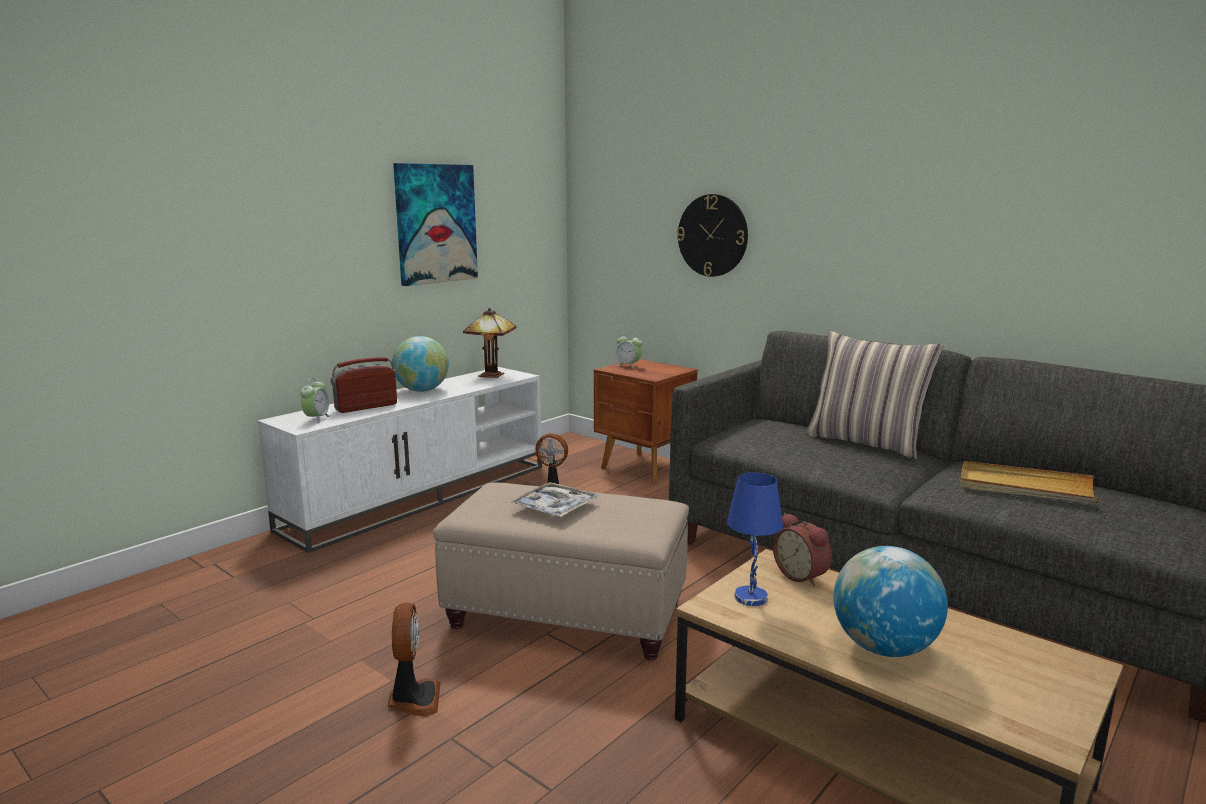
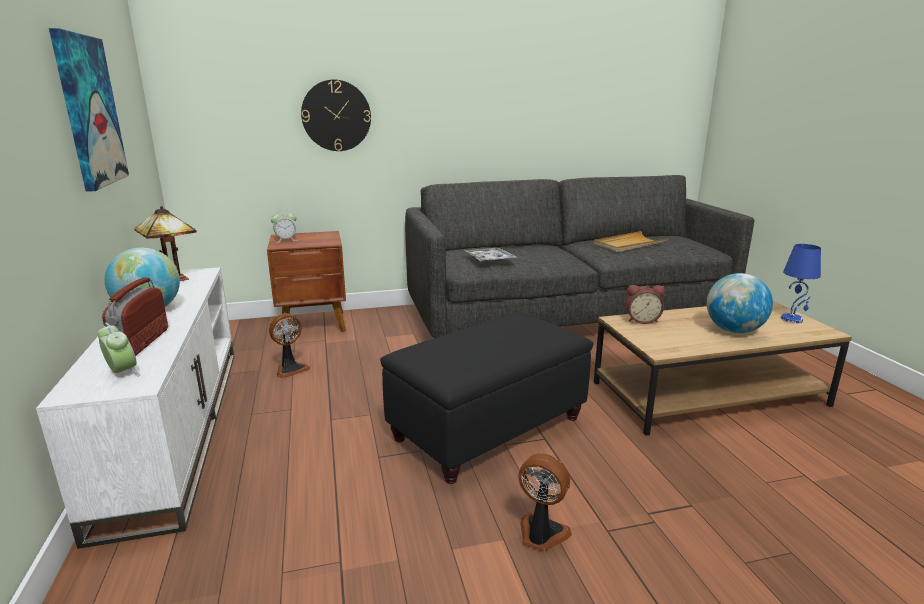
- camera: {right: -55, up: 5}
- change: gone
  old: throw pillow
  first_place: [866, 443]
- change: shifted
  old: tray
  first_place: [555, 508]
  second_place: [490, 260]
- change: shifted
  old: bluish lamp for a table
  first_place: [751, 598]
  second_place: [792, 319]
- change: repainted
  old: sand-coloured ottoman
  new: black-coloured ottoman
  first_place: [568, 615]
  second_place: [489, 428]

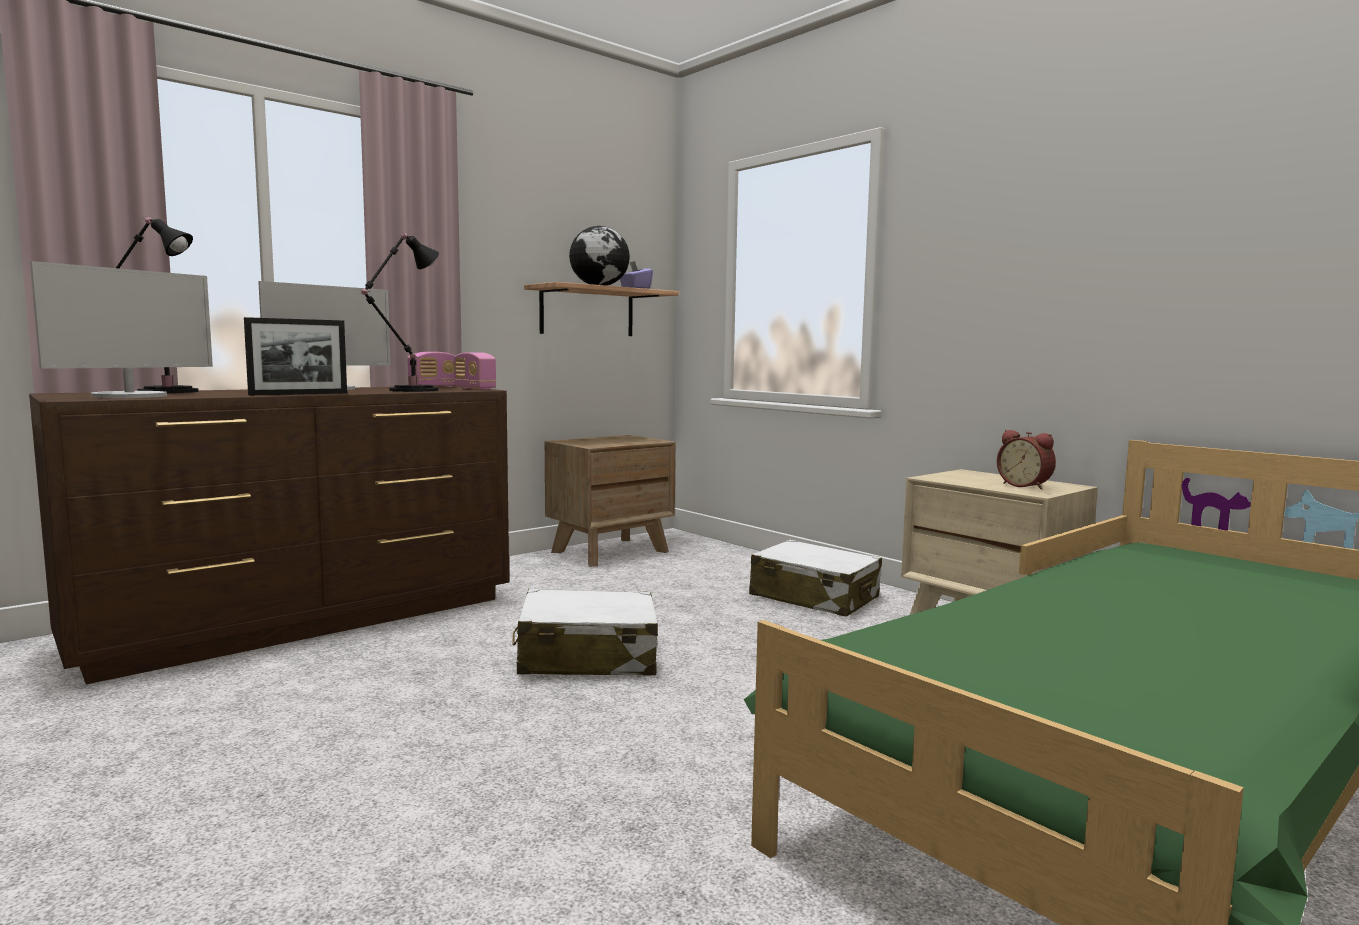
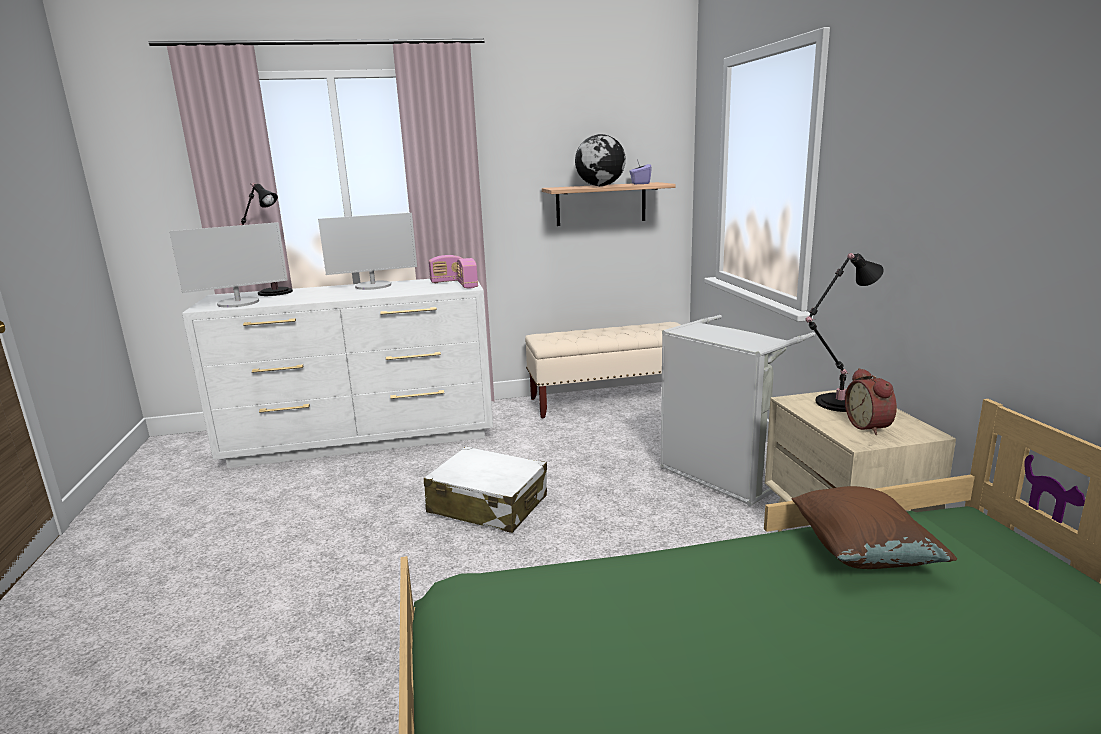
- camera: {right: 30, up: 10}
- change: gone
  old: picture frame
  first_place: [299, 394]
- change: new
  new: brown throw pillow
  second_place: [862, 553]
- change: shifted
  old: black-coloured lamp for a table
  first_place: [409, 390]
  second_place: [836, 404]
- change: swapped
  old: brown nightstand
  new: sand-coloured indoor bench
  first_place: [610, 551]
  second_place: [610, 400]
- change: swapped
  old: whitish piece of luggage
  new: greyish washing basket
  first_place: [814, 597]
  second_place: [721, 477]
- change: repainted
  old: brown chest of drawers
  new: whitish chest of drawers
  first_place: [306, 621]
  second_place: [363, 439]

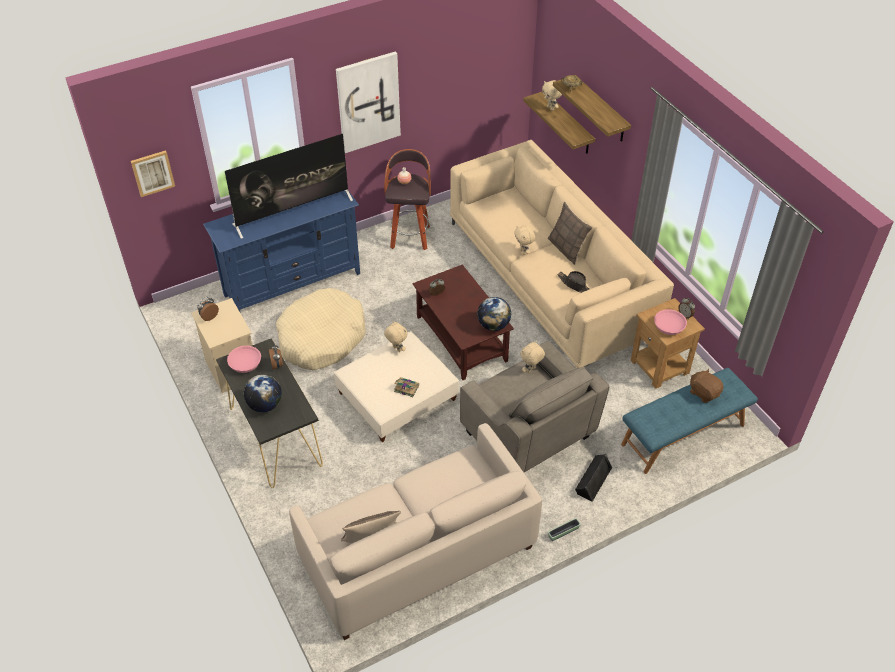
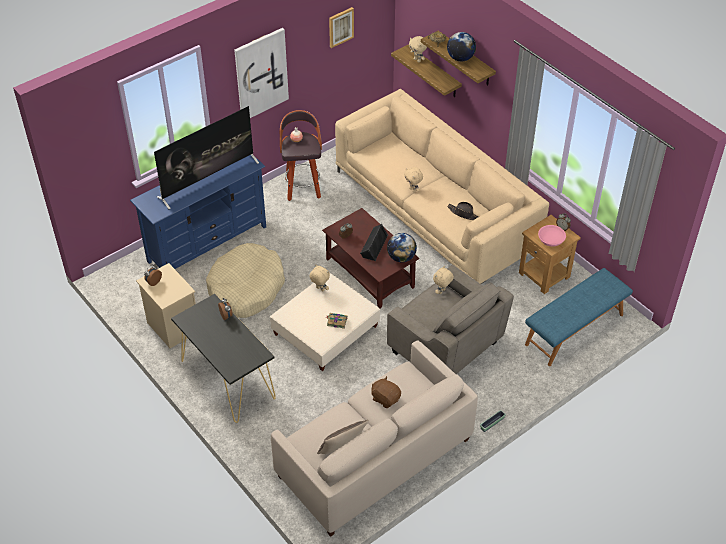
- camera: {right: -10, up: 0}
- change: gone
  old: pink serving bowl
  first_place: [245, 364]
- change: gone
  old: throw pillow
  first_place: [567, 249]
- change: shifted
  old: wall picture
  first_place: [152, 173]
  second_place: [340, 27]
- change: shifted
  old: globe
  first_place: [265, 405]
  second_place: [460, 58]
- change: shifted
  old: black-coloured audio speaker
  first_place: [592, 480]
  second_place: [373, 246]
- change: shifted
  old: brown soft toy
  first_place: [704, 392]
  second_place: [385, 398]

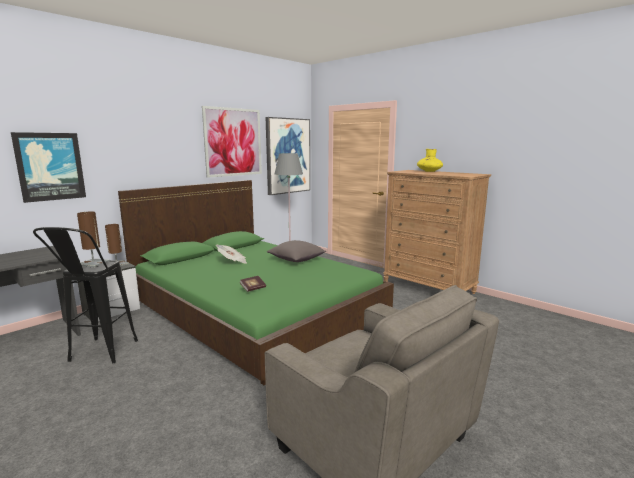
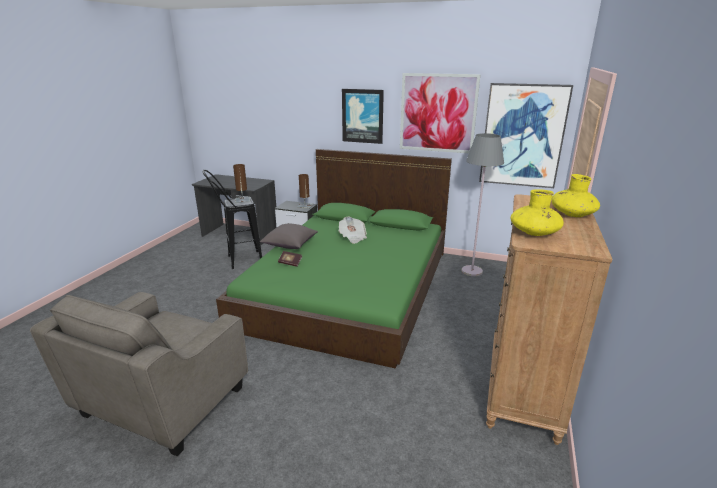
- camera: {right: 65, up: 10}
- change: new
  new: yellowish flower vase
  second_place: [534, 233]
- change: shifted
  old: wall picture
  first_place: [50, 166]
  second_place: [362, 116]
- change: shifted
  old: greyish throw pillow
  first_place: [296, 260]
  second_place: [289, 245]

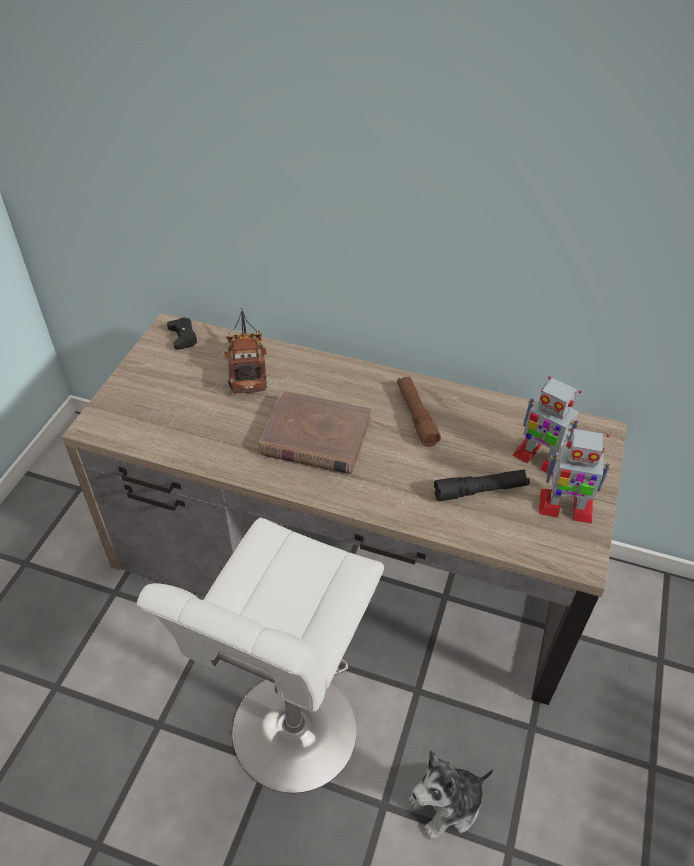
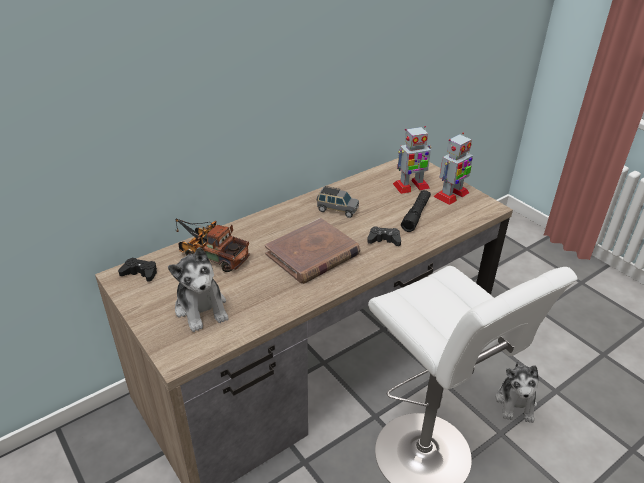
- camera: {right: -55, up: -10}
- change: new
  new: soft toy
  second_place: [202, 308]
- change: new
  new: black-coloured joypad
  second_place: [384, 240]
- change: swapped
  old: brown hand torch
  new: greyish model car
  first_place: [416, 415]
  second_place: [337, 210]

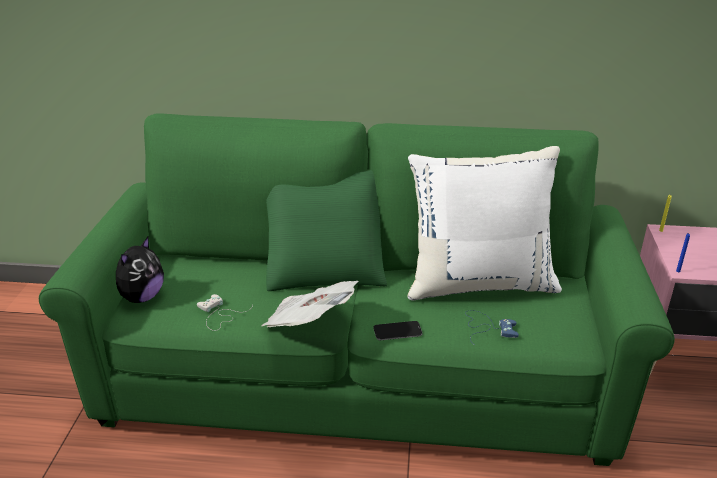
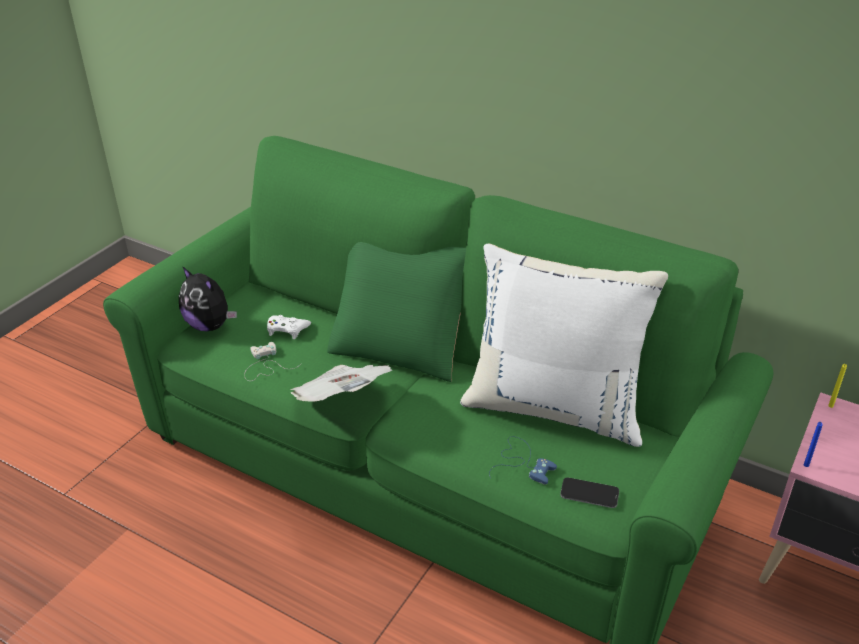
- camera: {right: 25, up: 5}
- change: new
  new: whitish joypad
  second_place: [287, 329]
- change: shifted
  old: phone
  first_place: [397, 331]
  second_place: [589, 494]
- change: rotated
  old: soft toy
  first_place: [141, 297]
  second_place: [210, 325]
  degrees: 75

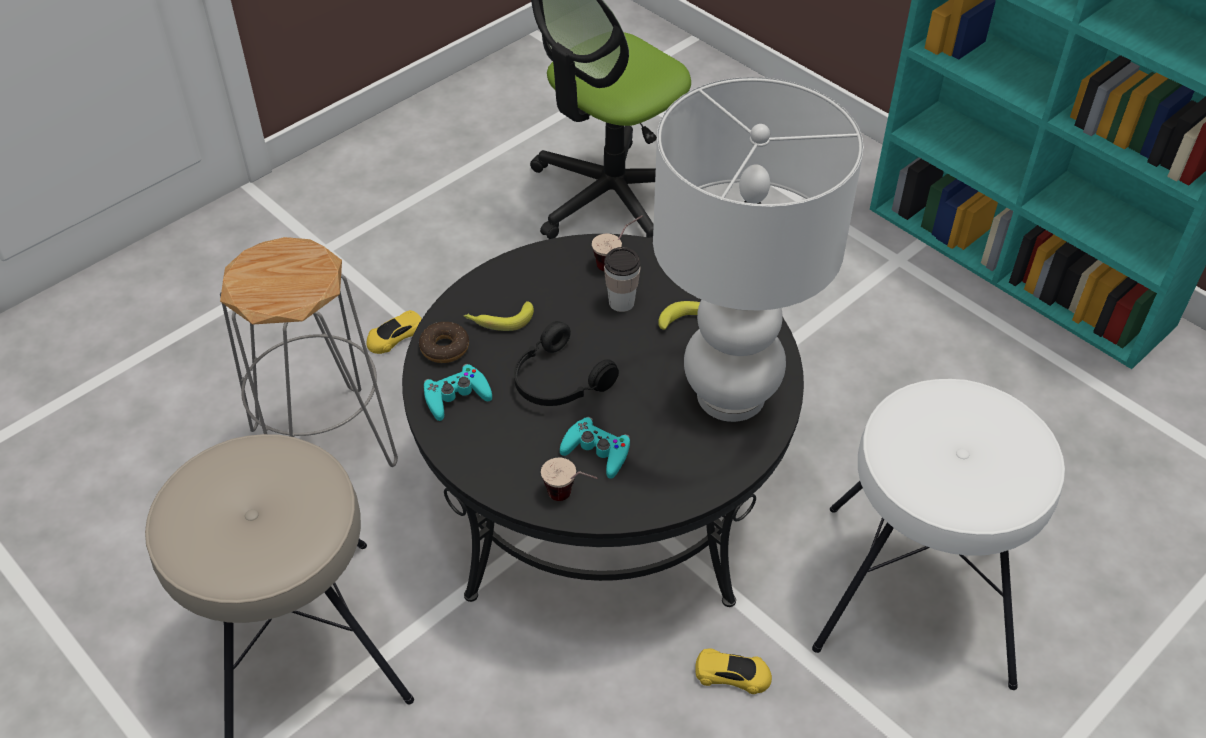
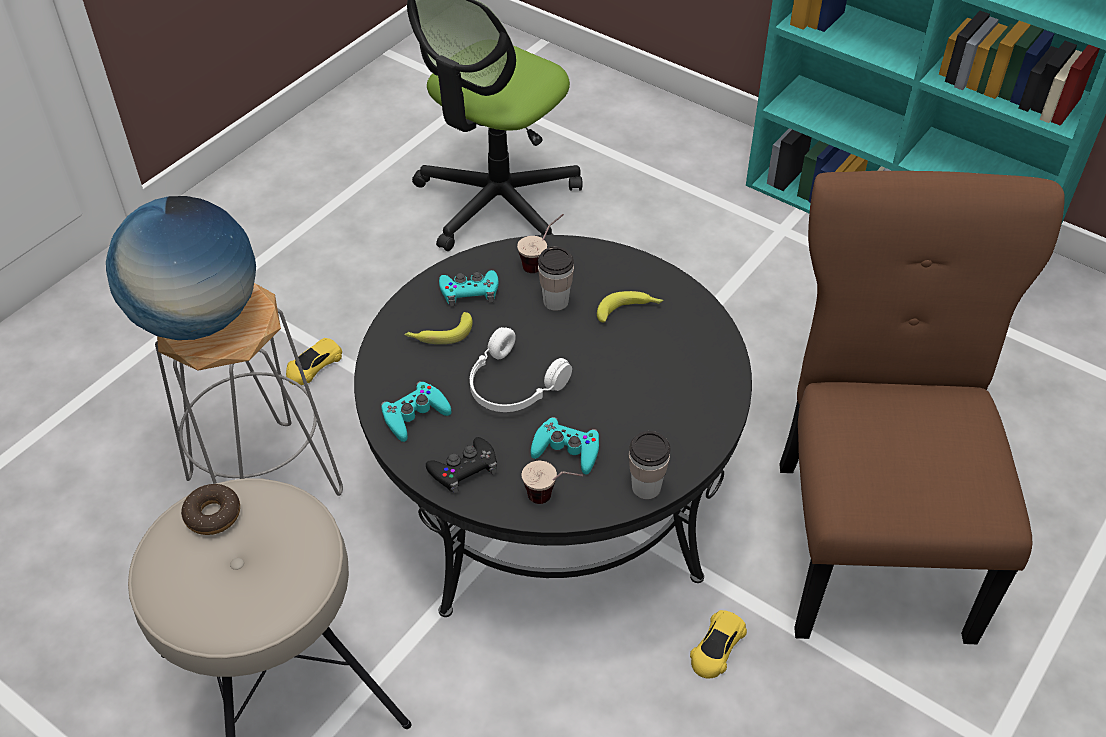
- camera: {right: -10, up: 0}
- change: gone
  old: whitish lamp for a table
  first_place: [732, 395]
- change: new
  new: globe
  second_place: [197, 318]
- change: new
  new: black-coloured joypad
  second_place: [464, 469]
- change: new
  new: blue-green joypad
  second_place: [469, 291]
- change: new
  new: small cup
  second_place: [646, 487]
- change: shifted
  old: donut
  first_place: [444, 348]
  second_place: [213, 515]
- change: swapped
  old: whitish stool seat
  new: brown upright chair
  first_place: [918, 590]
  second_place: [871, 539]
- change: repainted
  old: black-coloured headphones
  new: whitish headphones
  first_place: [558, 381]
  second_place: [512, 386]
- change: rotated
  old: yellowish model car
  first_place: [733, 674]
  second_place: [717, 647]
  degrees: 120

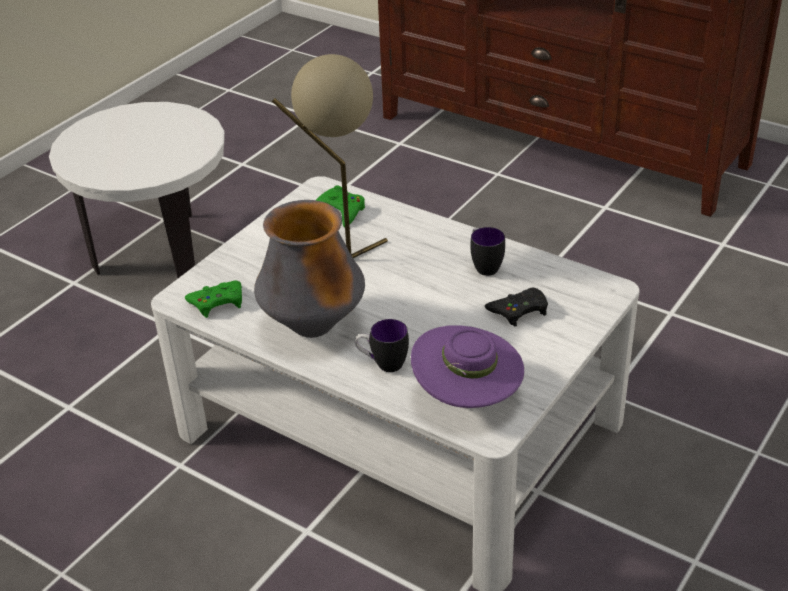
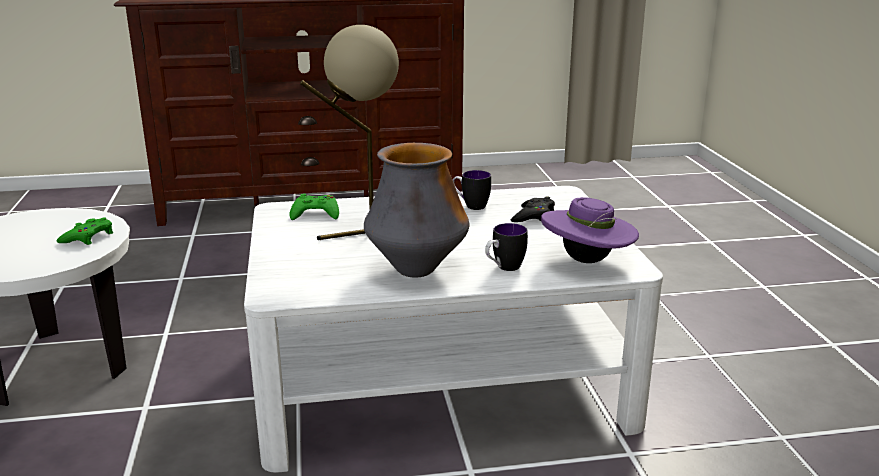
- camera: {right: -45, up: -15}
- change: shifted
  old: green-coloured joypad
  first_place: [217, 302]
  second_place: [88, 237]

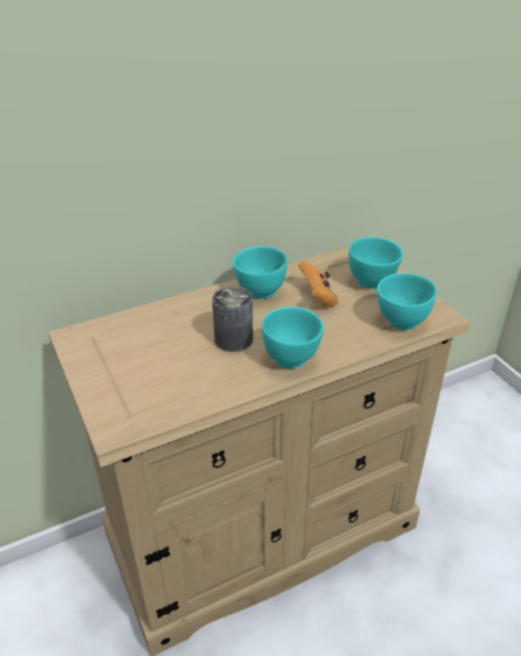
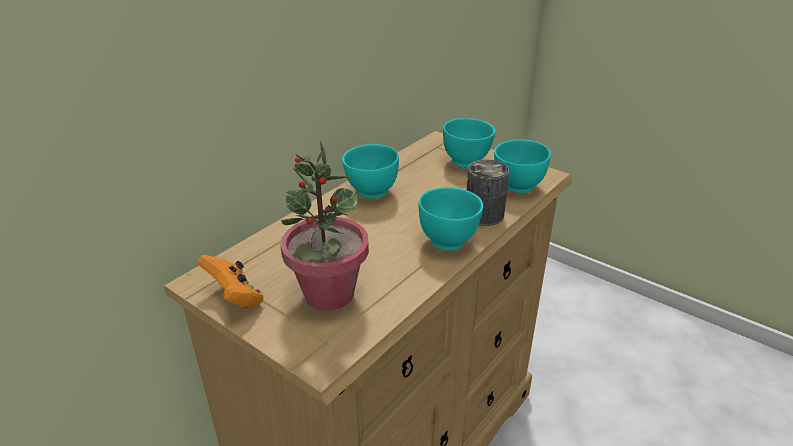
- camera: {right: -25, up: -5}
- change: new
  new: potted plant
  second_place: [328, 294]
- change: shifted
  old: can
  first_place: [233, 339]
  second_place: [484, 214]
- change: shifted
  old: orange-coloured joypad
  first_place: [318, 298]
  second_place: [235, 298]

